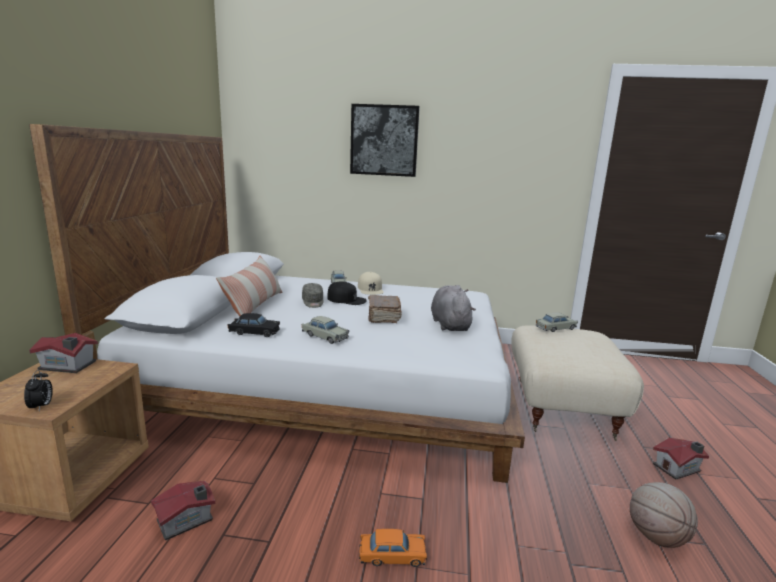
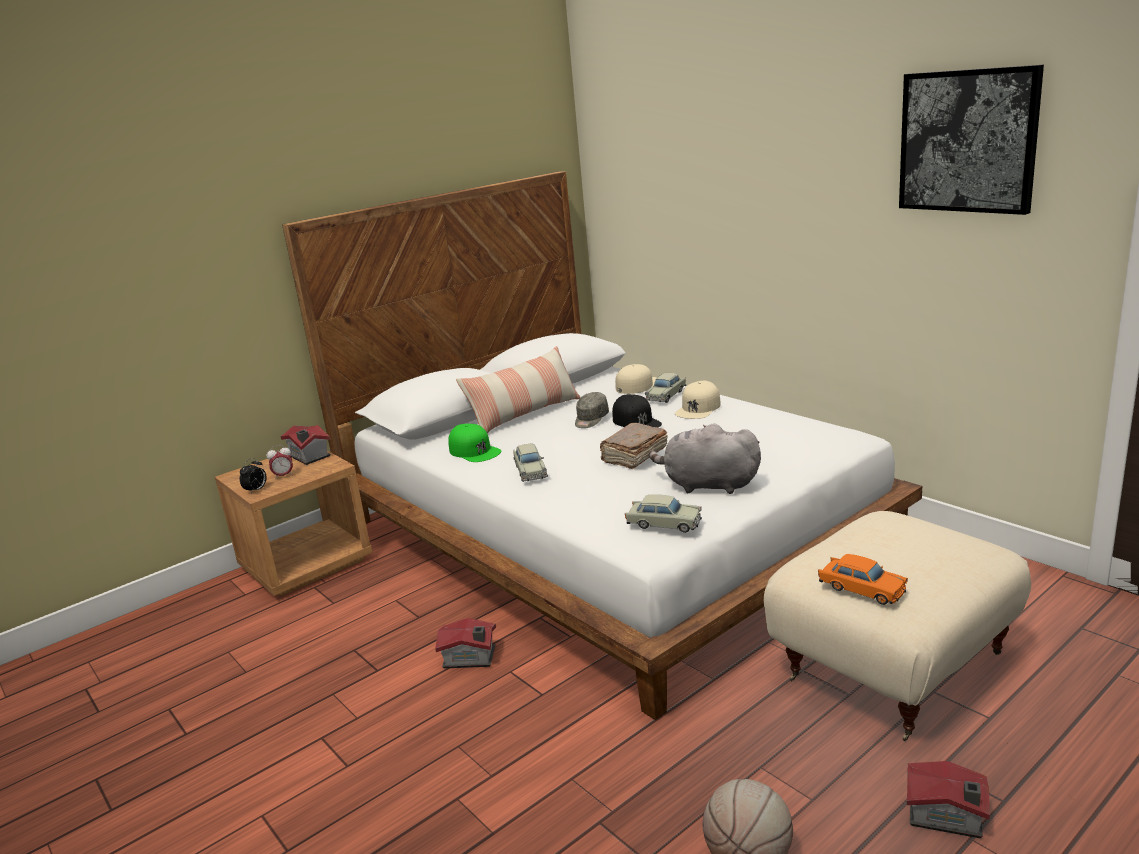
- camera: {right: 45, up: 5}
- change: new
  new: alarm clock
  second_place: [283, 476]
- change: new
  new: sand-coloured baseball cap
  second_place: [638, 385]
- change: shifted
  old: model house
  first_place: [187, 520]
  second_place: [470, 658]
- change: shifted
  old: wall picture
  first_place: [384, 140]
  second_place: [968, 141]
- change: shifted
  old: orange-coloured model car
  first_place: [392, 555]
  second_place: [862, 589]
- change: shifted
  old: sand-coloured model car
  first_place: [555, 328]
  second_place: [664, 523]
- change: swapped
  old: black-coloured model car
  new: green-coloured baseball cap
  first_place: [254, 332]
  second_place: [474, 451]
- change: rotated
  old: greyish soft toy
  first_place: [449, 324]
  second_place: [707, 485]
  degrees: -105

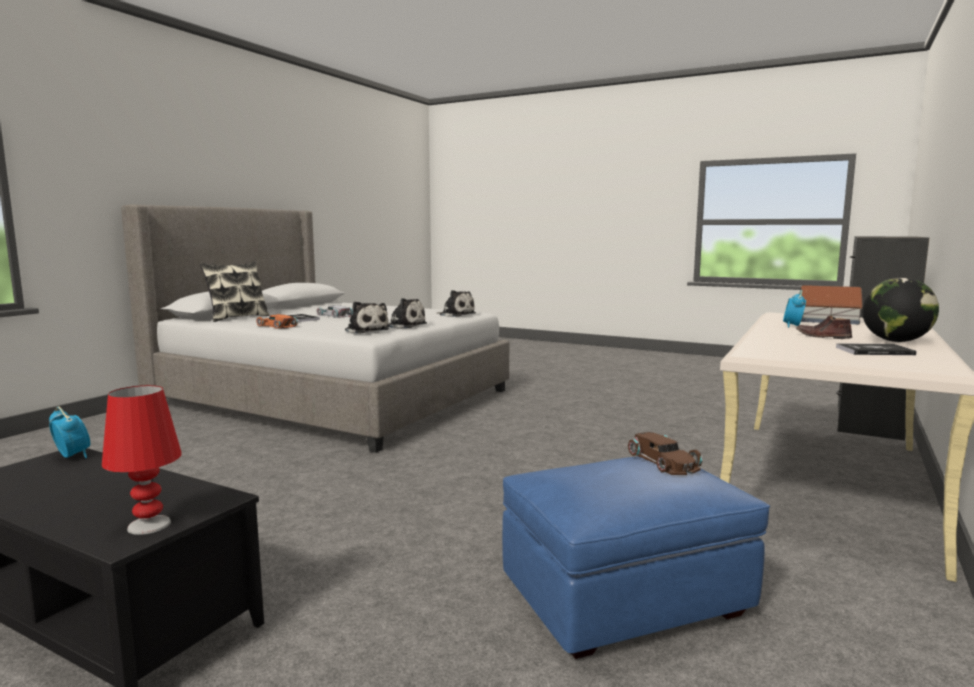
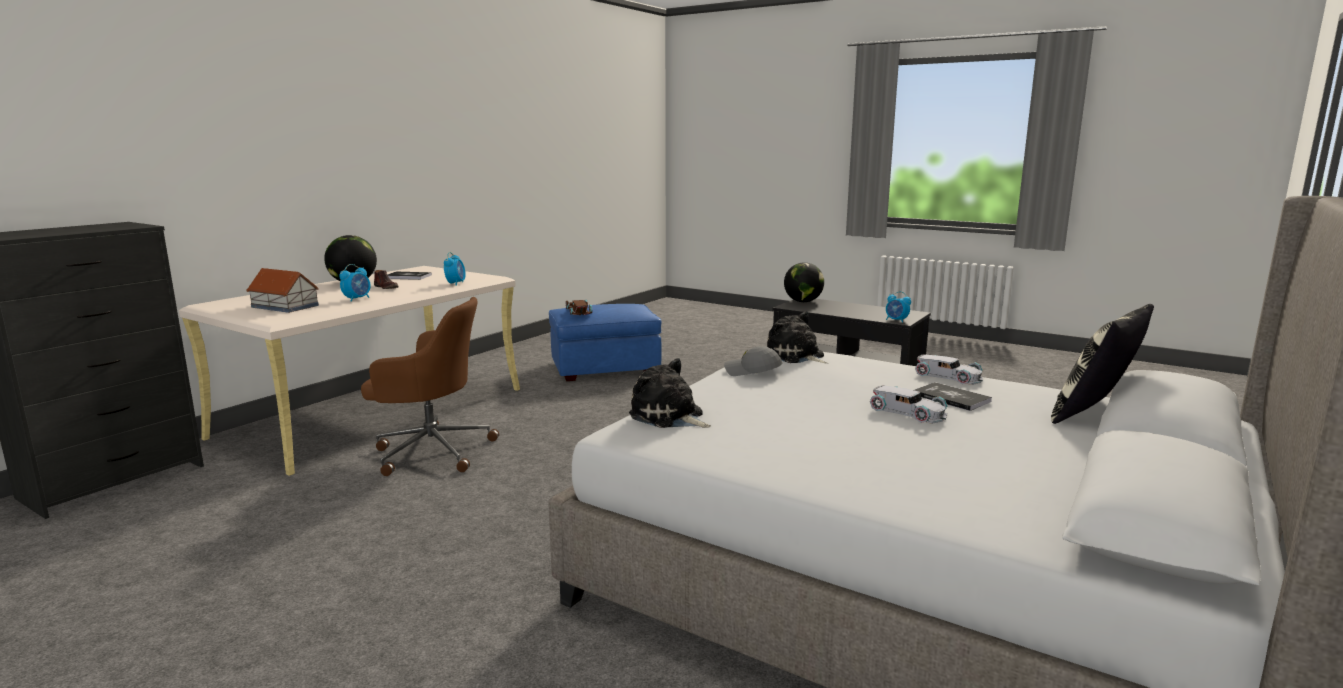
- camera: {right: -175, up: 5}
- change: new
  new: brown computer chair
  second_place: [431, 451]
- change: new
  new: alarm clock
  second_place: [455, 283]
- change: swapped
  old: reddish lamp for a table
  new: globe
  first_place: [149, 525]
  second_place: [803, 301]
- change: swapped
  old: soft toy
  new: greyish baseball cap
  first_place: [404, 326]
  second_place: [752, 372]
- change: repainted
  old: orange-coloured model car
  new: whitish model car
  first_place: [277, 326]
  second_place: [948, 376]

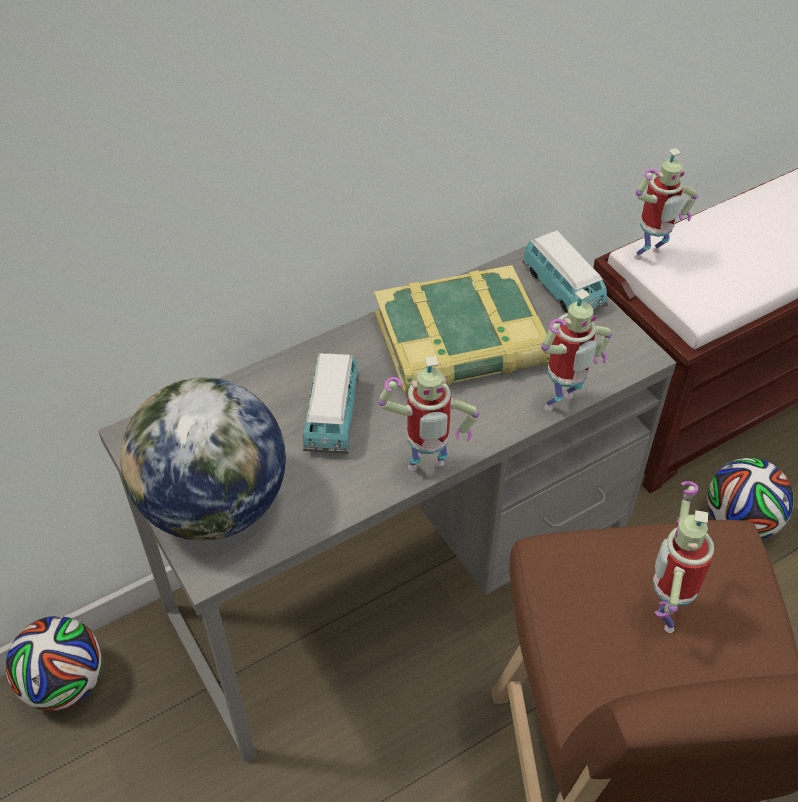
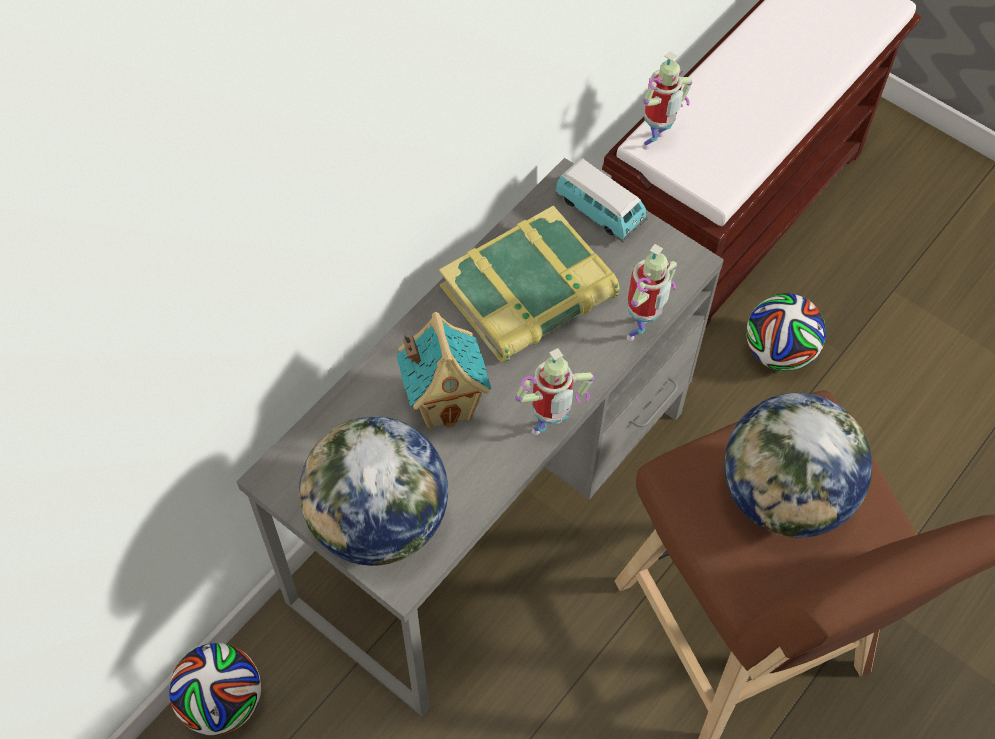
- camera: {right: -20, up: 10}
- change: swapped
  old: model car
  new: model house
  first_place: [332, 417]
  second_place: [445, 404]
- change: swapped
  old: model robot
  new: globe
  first_place: [663, 612]
  second_place: [784, 496]

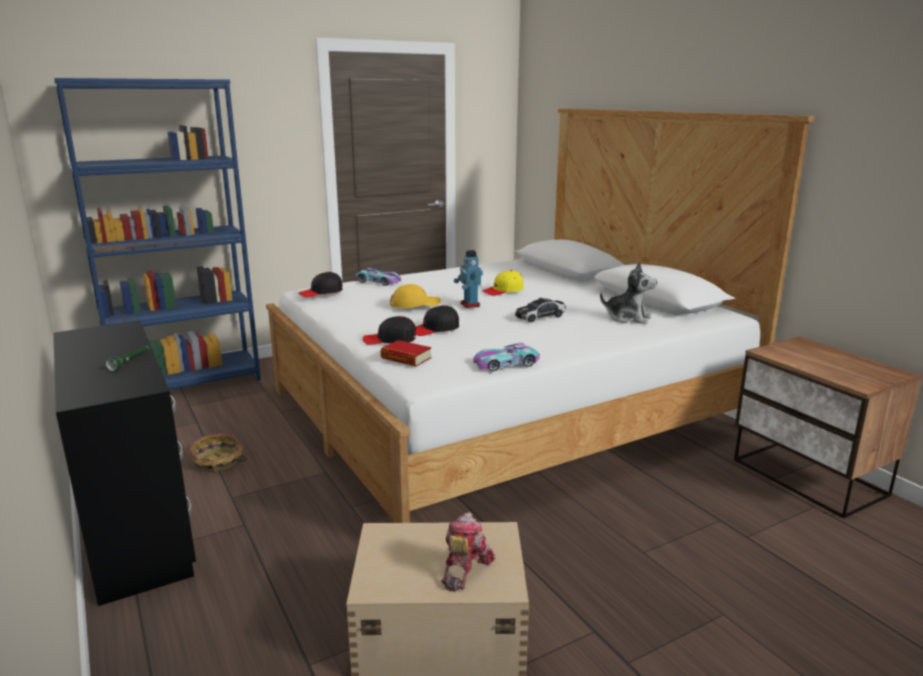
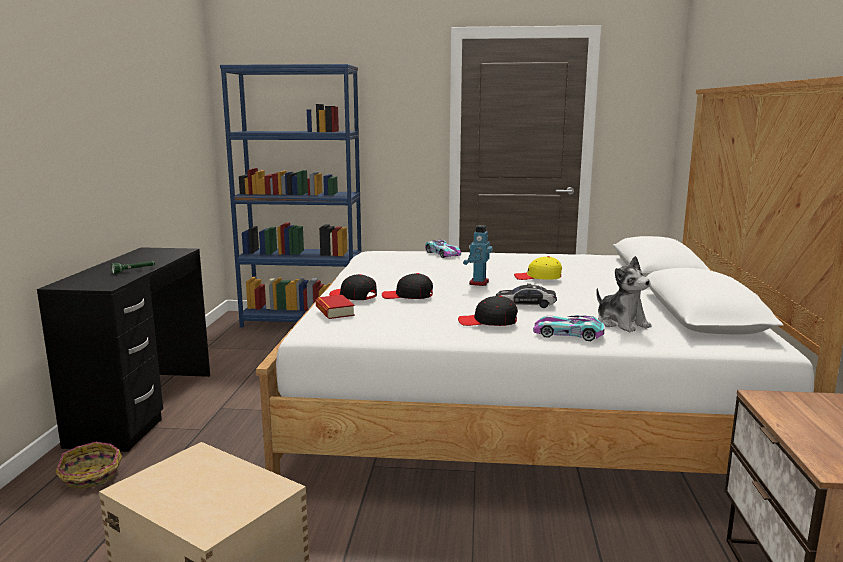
- camera: {right: 35, up: -5}
- change: gone
  old: yellowish baseball cap
  first_place: [415, 303]
- change: gone
  old: model robot
  first_place: [464, 568]
- change: shifted
  old: storage basket
  first_place: [218, 462]
  second_place: [90, 477]
- change: shifted
  old: black-coloured baseball cap
  first_place: [321, 292]
  second_place: [488, 322]
- change: shifted
  old: model car
  first_place: [506, 363]
  second_place: [568, 334]

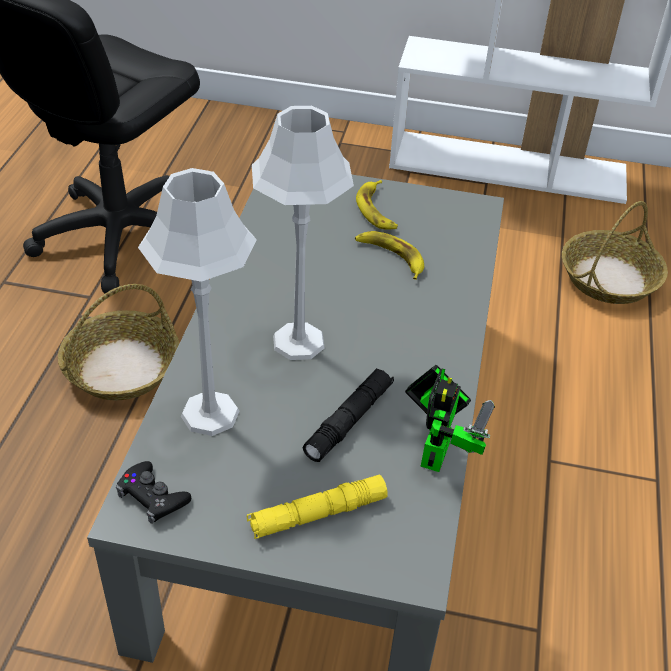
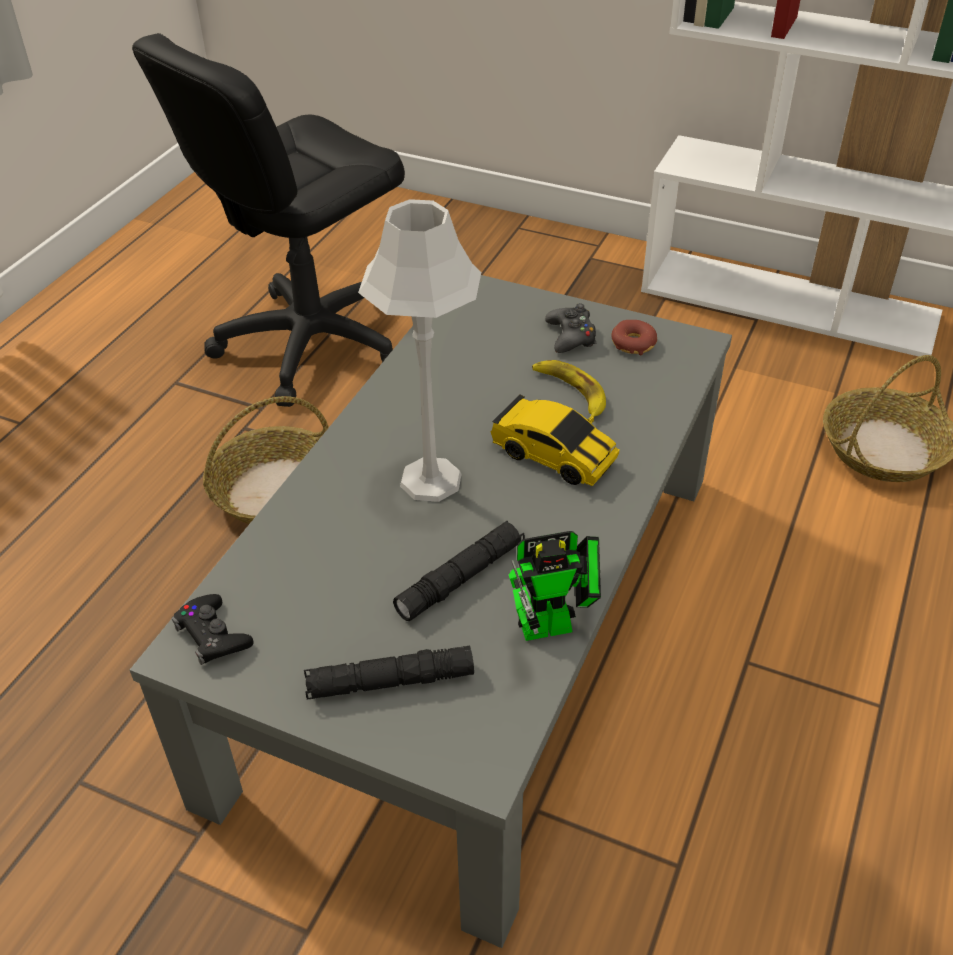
- camera: {right: 15, up: 0}
- change: gone
  old: greyish lamp for a table
  first_place: [209, 414]
- change: new
  new: model car
  second_place: [554, 455]
- change: new
  new: donut
  second_place: [633, 343]
- change: swapped
  old: banana fruit
  new: black-coloured joypad
  first_place: [377, 210]
  second_place: [571, 336]
- change: repainted
  old: yellowish hand torch
  new: black-coloured hand torch
  first_place: [317, 514]
  second_place: [390, 681]
- change: rotated
  old: model robot
  first_place: [437, 449]
  second_place: [554, 625]
  degrees: 45

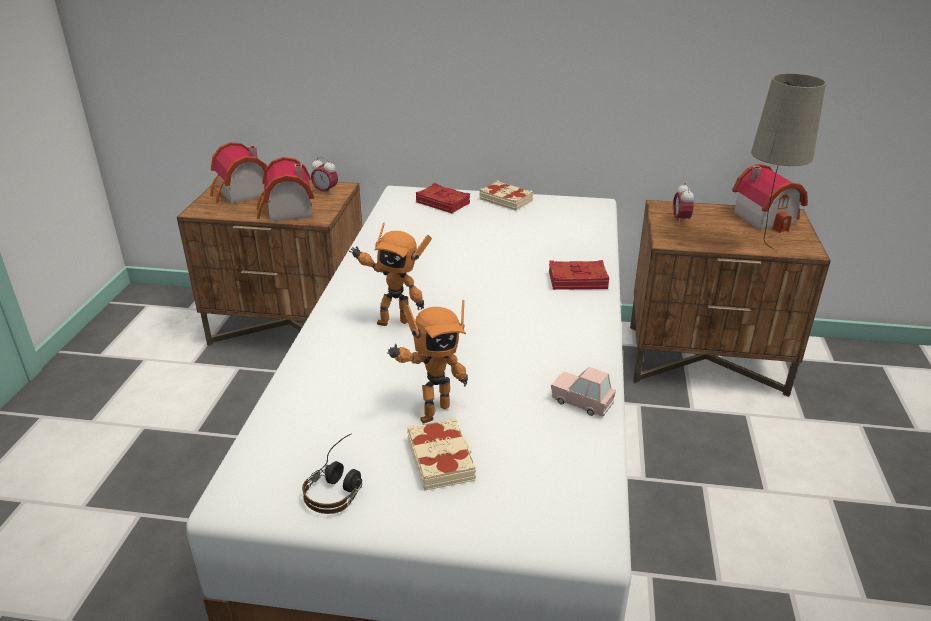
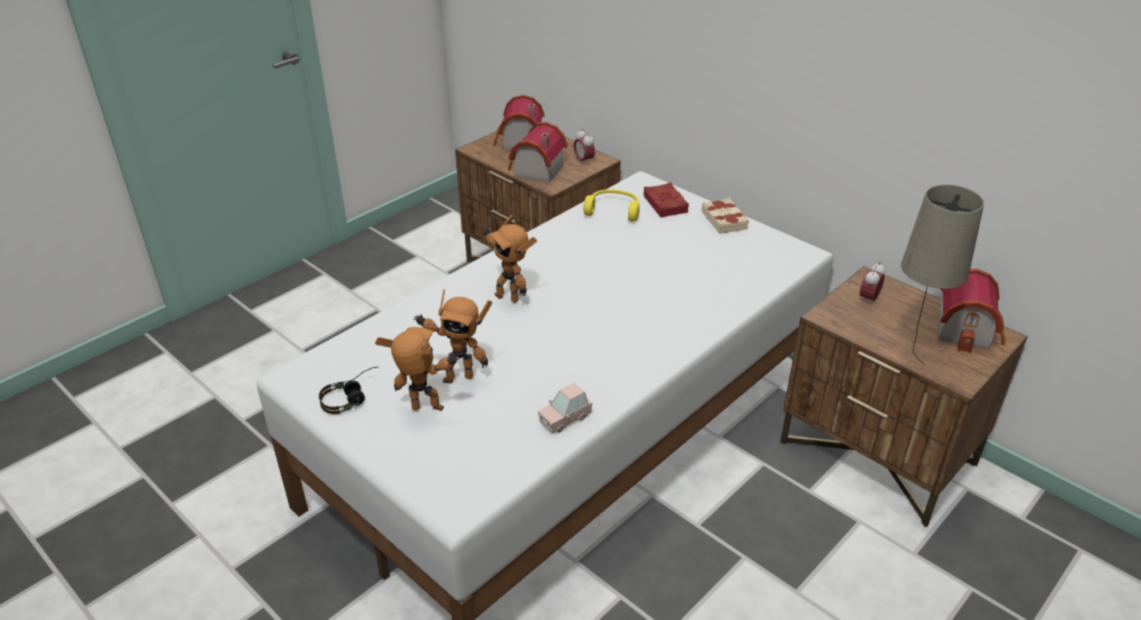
- camera: {right: 35, up: 5}
- change: gone
  old: reddish volume
  first_place: [577, 280]
- change: new
  new: yellowish headphones
  second_place: [613, 211]
- change: swapped
  old: sand-coloured volume
  new: model robot
  first_place: [441, 459]
  second_place: [427, 412]
- change: rotated
  old: pink model car
  first_place: [581, 402]
  second_place: [565, 419]
  degrees: -105

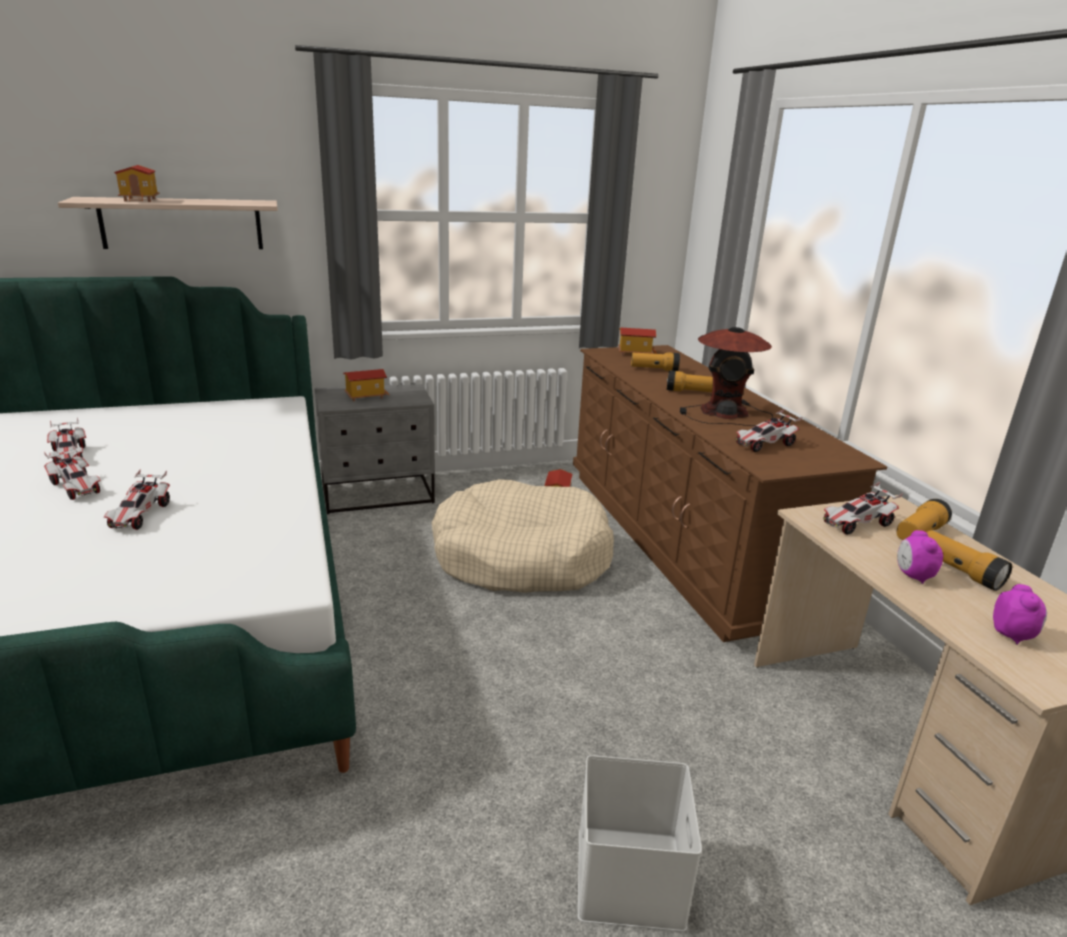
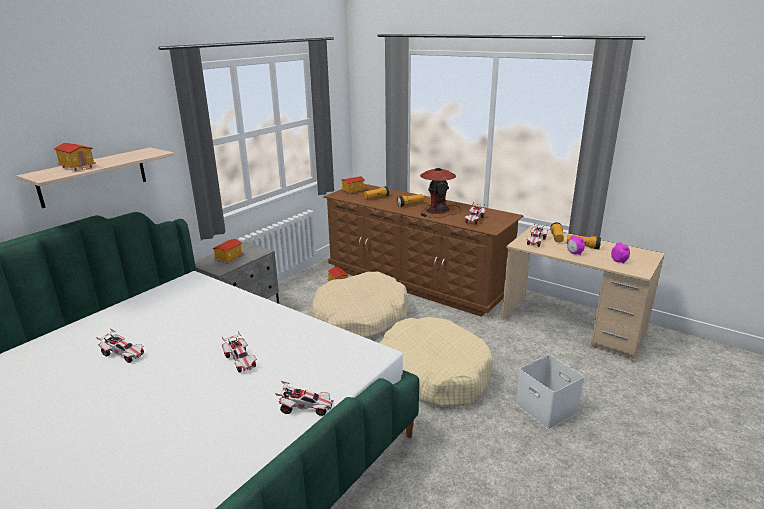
- camera: {right: -35, up: 0}
- change: new
  new: sand-coloured dog cushion
  second_place: [433, 373]
- change: shifted
  old: model car
  first_place: [77, 488]
  second_place: [305, 408]

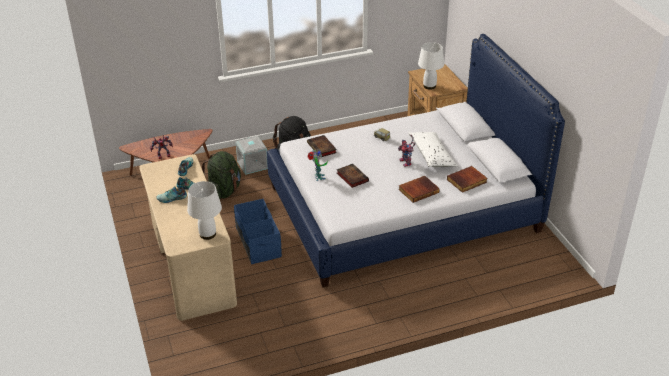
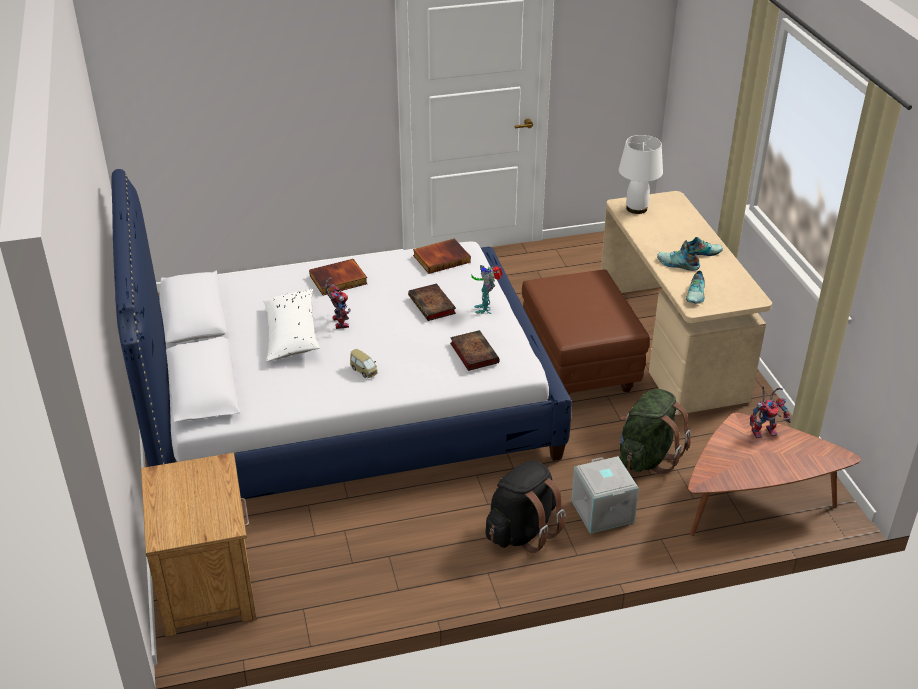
- camera: {right: -175, up: 0}
- change: gone
  old: whitish lamp for a table
  first_place: [429, 86]
- change: shifted
  old: volume
  first_place: [467, 181]
  second_place: [441, 258]
- change: swapped
  old: bluish storage box
  new: brown ottoman
  first_place: [258, 243]
  second_place: [578, 366]

